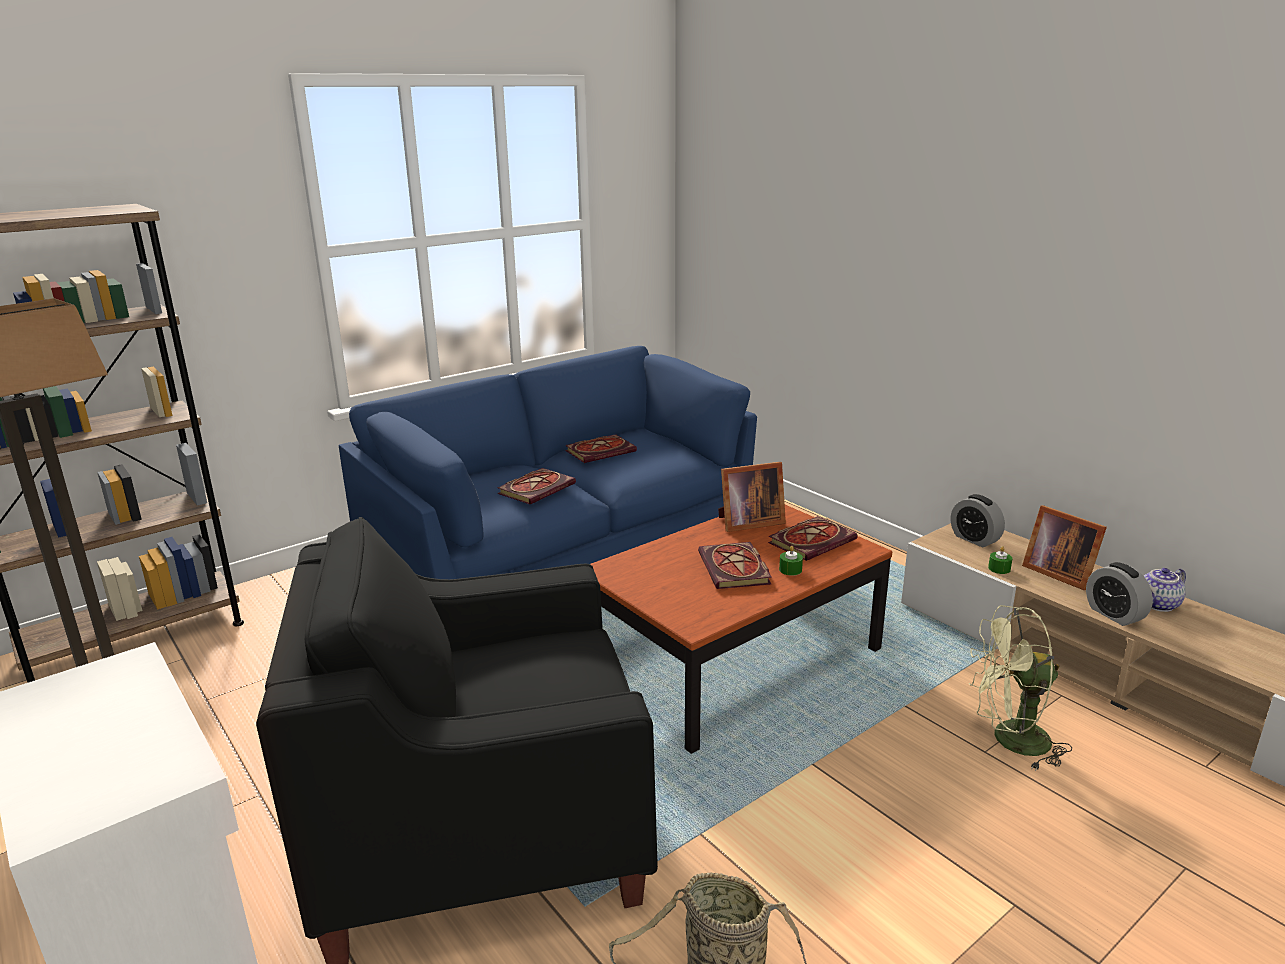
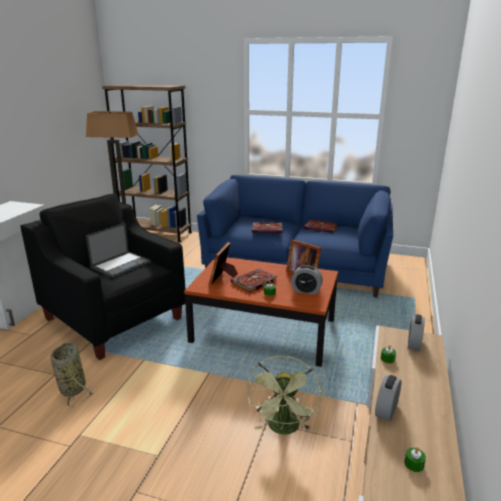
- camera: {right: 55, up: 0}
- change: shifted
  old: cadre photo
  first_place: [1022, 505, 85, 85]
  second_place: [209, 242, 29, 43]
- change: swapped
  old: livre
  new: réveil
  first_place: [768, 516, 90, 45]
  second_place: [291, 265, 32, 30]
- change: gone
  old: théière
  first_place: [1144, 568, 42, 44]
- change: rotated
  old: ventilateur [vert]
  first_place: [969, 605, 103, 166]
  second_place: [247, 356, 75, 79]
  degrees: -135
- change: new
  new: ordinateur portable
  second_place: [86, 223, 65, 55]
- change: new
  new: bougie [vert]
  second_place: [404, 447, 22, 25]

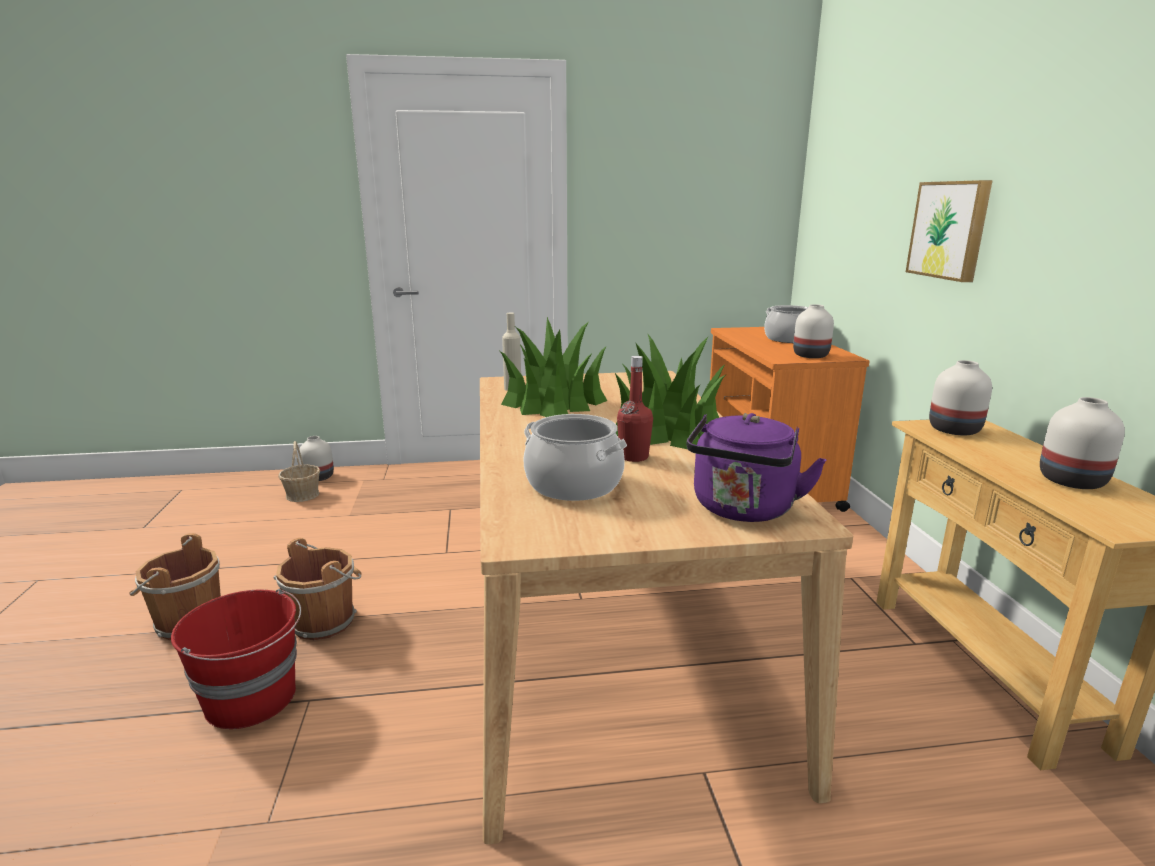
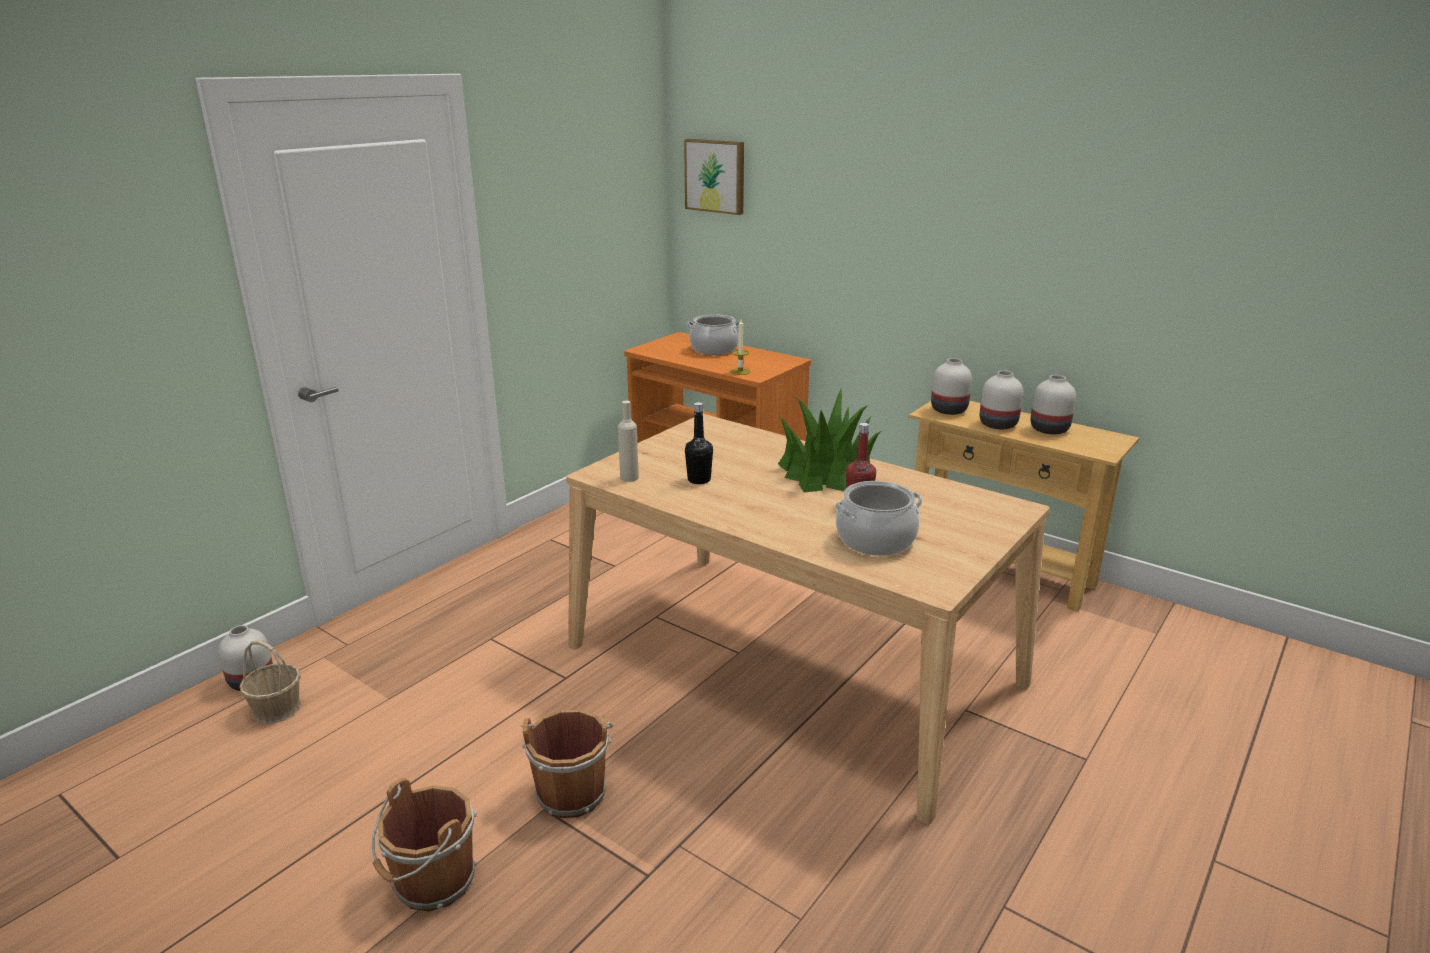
- camera: {right: -45, up: 5}
- change: shifted
  old: tableau
  first_place: [906, 180, 87, 102]
  second_place: [684, 139, 60, 76]
- change: shifted
  old: vase [blanc]
  first_place: [793, 304, 41, 54]
  second_place: [980, 371, 43, 58]
- change: swapped
  old: plante en pot
  new: bouteille [noir]
  first_place: [500, 317, 107, 100]
  second_place: [685, 402, 28, 82]
- change: gone
  old: bouilloire [violet]
  first_place: [686, 413, 141, 109]
- change: gone
  old: seau [rouge]
  first_place: [171, 589, 130, 140]
- change: new
  new: bougie
  second_place: [730, 320, 20, 55]

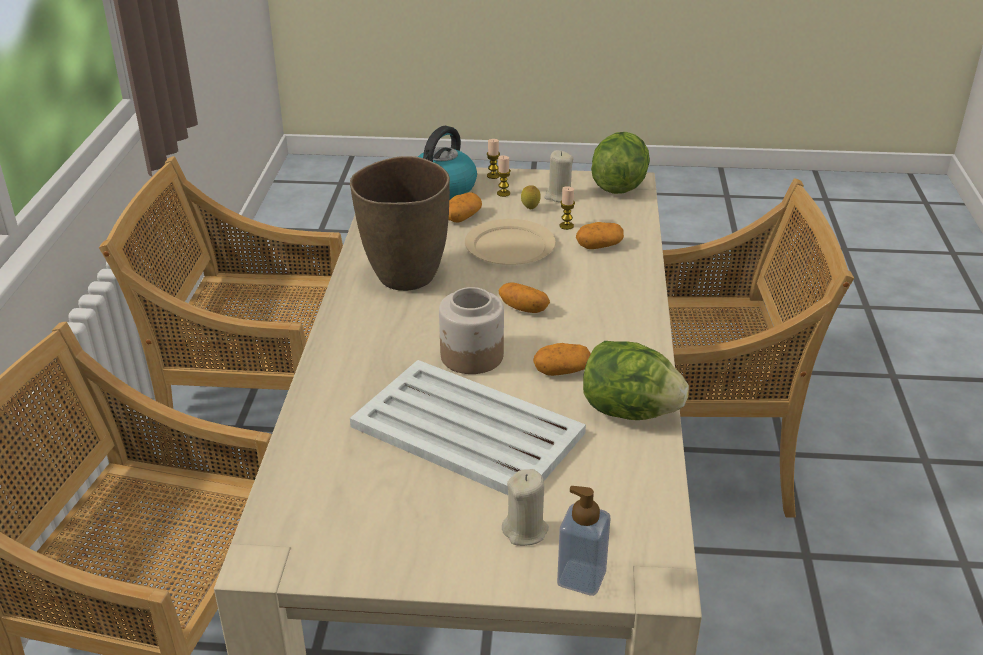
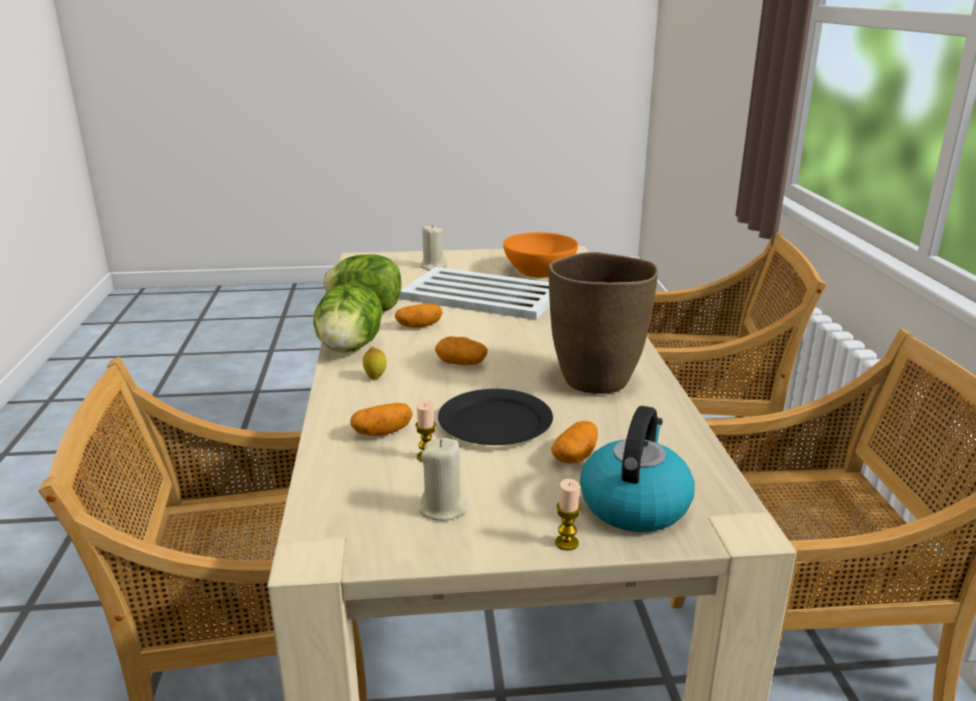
- camera: {right: 170, up: -10}
- change: shifted
  old: laitue
  first_place: [591, 132, 59, 62]
  second_place: [313, 283, 70, 70]
- change: gone
  old: bougie
  first_place: [497, 155, 14, 42]
- change: shifted
  old: citron
  first_place: [521, 185, 20, 24]
  second_place: [363, 347, 24, 33]
- change: repainted
  old: assiette [beige]
  new: assiette [noir]
  first_place: [465, 219, 91, 46]
  second_place: [438, 389, 115, 56]
- change: gone
  old: bocal
  first_place: [439, 287, 65, 87]
- change: gone
  old: distributeur de savon
  first_place: [557, 486, 54, 110]
- change: new
  new: bol [orange]
  second_place: [503, 232, 75, 46]

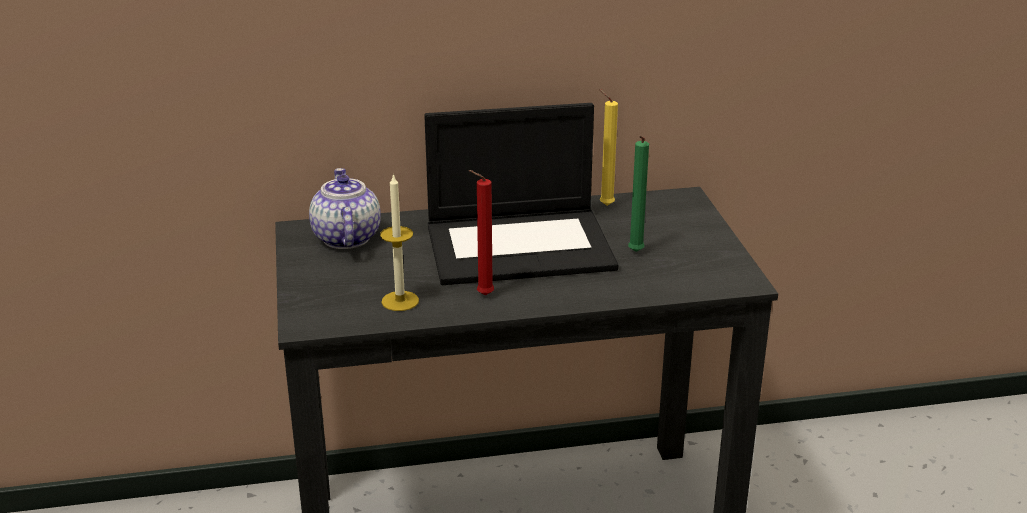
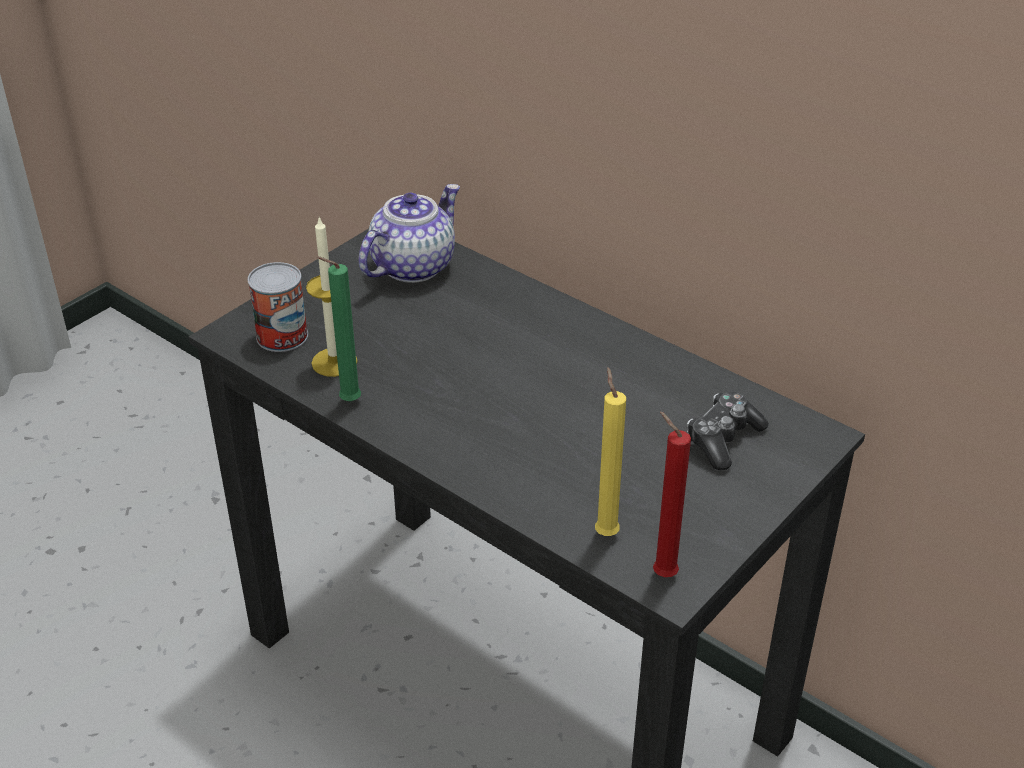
- camera: {right: 50, up: 10}
- change: shifted
  old: bougie [jaune]
  first_place: [599, 89, 19, 117]
  second_place: [595, 367, 31, 169]
- change: gone
  old: ordinateur portable
  first_place: [424, 103, 195, 182]
- change: shifted
  old: bougie [vert]
  first_place: [628, 136, 21, 116]
  second_place: [316, 256, 45, 145]
- change: shifted
  old: bougie [rouge]
  first_place: [469, 170, 25, 125]
  second_place: [653, 412, 38, 165]
- change: new
  new: boîte métallique
  second_place: [248, 262, 60, 90]
- change: new
  new: manette
  second_place: [687, 392, 82, 78]

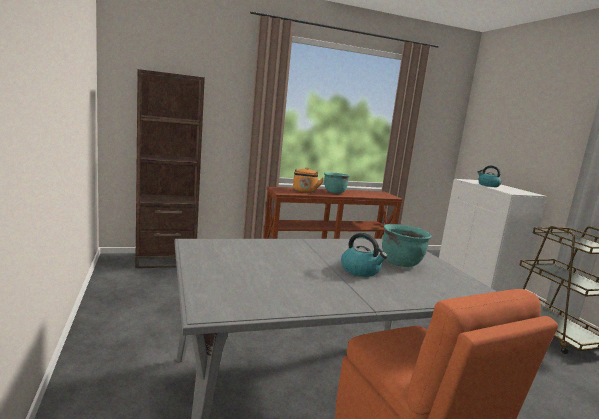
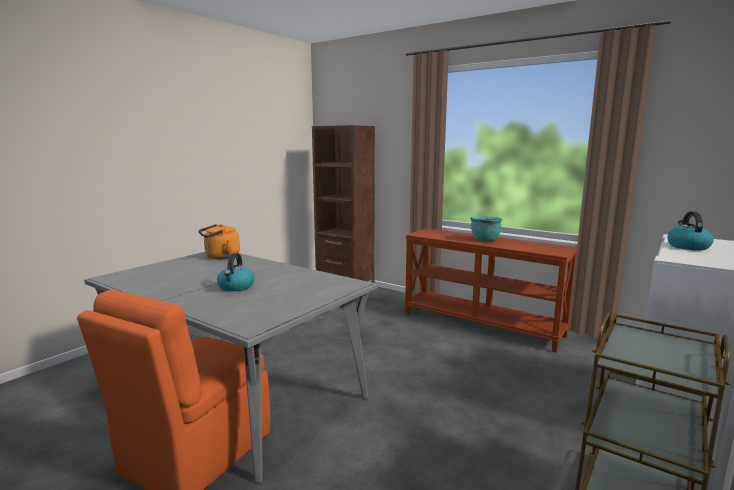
- camera: {right: 55, up: 0}
- change: shifted
  old: bouilloire [orange]
  first_place: [293, 167, 31, 26]
  second_place: [198, 224, 42, 35]
- change: gone
  old: marmite [turquoise]
  first_place: [382, 224, 50, 43]

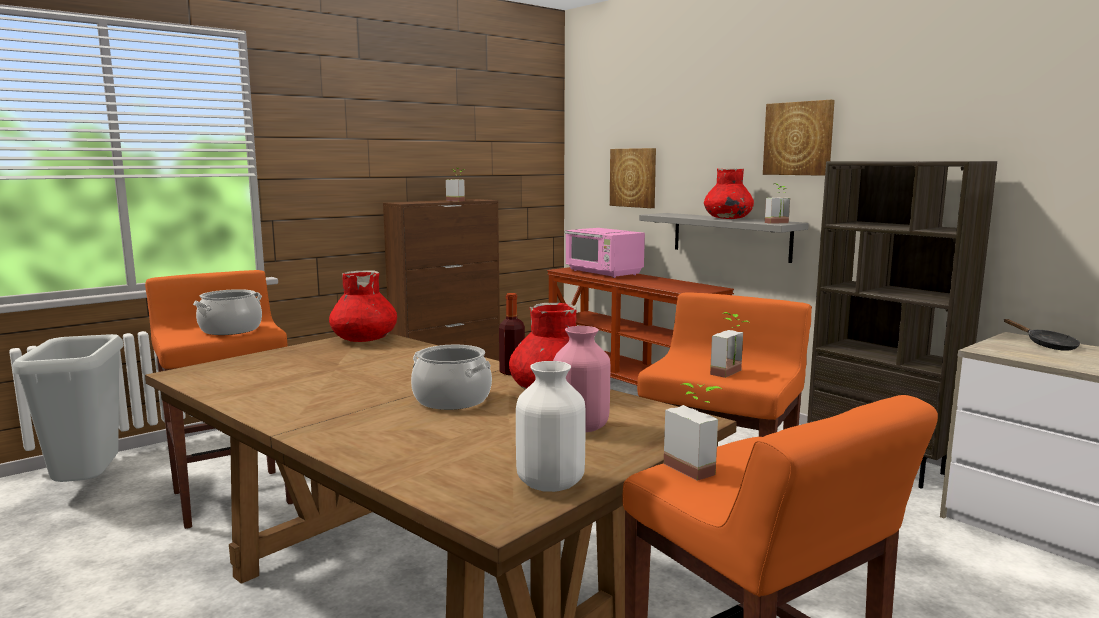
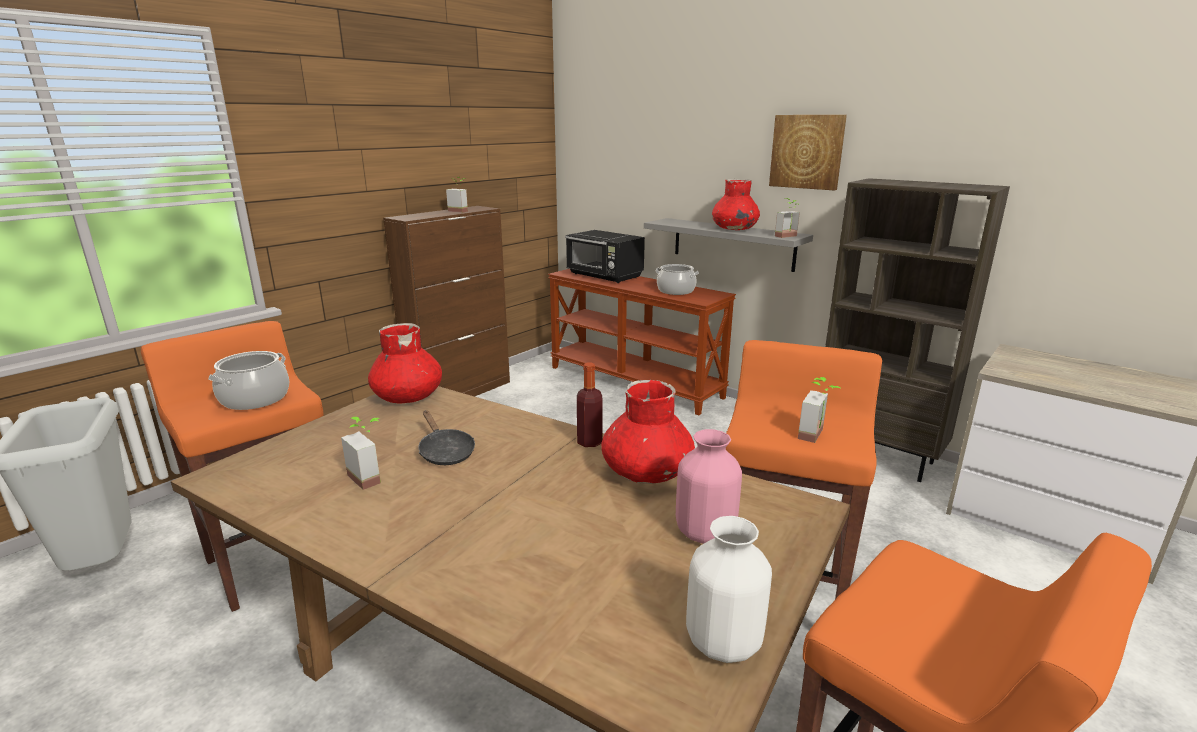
- camera: {right: -10, up: 10}
- change: gone
  old: tableau
  first_place: [610, 148, 46, 60]
- change: repainted
  old: micro-ondes [rose]
  new: micro-ondes [noir]
  first_place: [565, 228, 80, 50]
  second_place: [565, 230, 80, 53]
- change: shifted
  old: poêle [noir]
  first_place: [1004, 319, 76, 32]
  second_place: [419, 411, 56, 54]
- change: shifted
  old: marmite
  first_place: [411, 345, 81, 65]
  second_place: [655, 264, 44, 31]
- change: shifted
  old: plante en pot
  first_place: [664, 383, 58, 98]
  second_place: [341, 417, 40, 73]

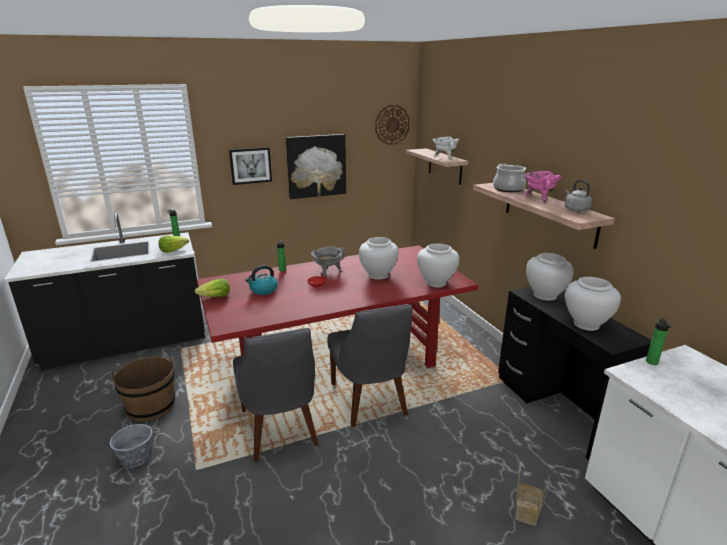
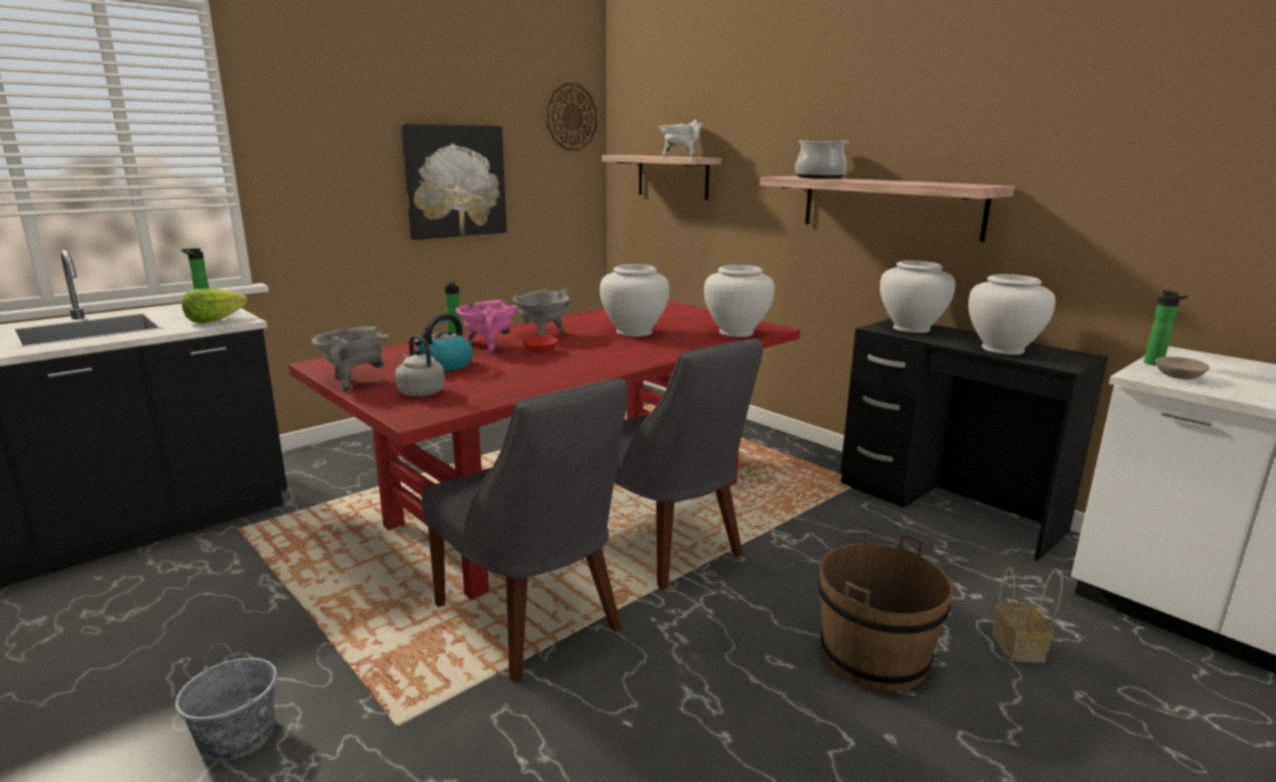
- camera: {right: -20, up: -5}
- change: gone
  old: tableau
  first_place: [229, 147, 43, 38]
- change: shifted
  old: marmite [rose]
  first_place: [524, 171, 38, 32]
  second_place: [456, 300, 62, 54]
- change: shifted
  old: bouilloire [gris]
  first_place: [565, 180, 27, 32]
  second_place: [395, 335, 50, 62]
- change: swapped
  old: laitue
  new: marmite [gris]
  first_place: [195, 278, 35, 19]
  second_place: [312, 326, 77, 66]
- change: shifted
  old: seau [marron]
  first_place: [110, 356, 65, 65]
  second_place: [818, 533, 136, 159]
- change: new
  new: bol [beige]
  second_place: [1155, 357, 55, 23]

